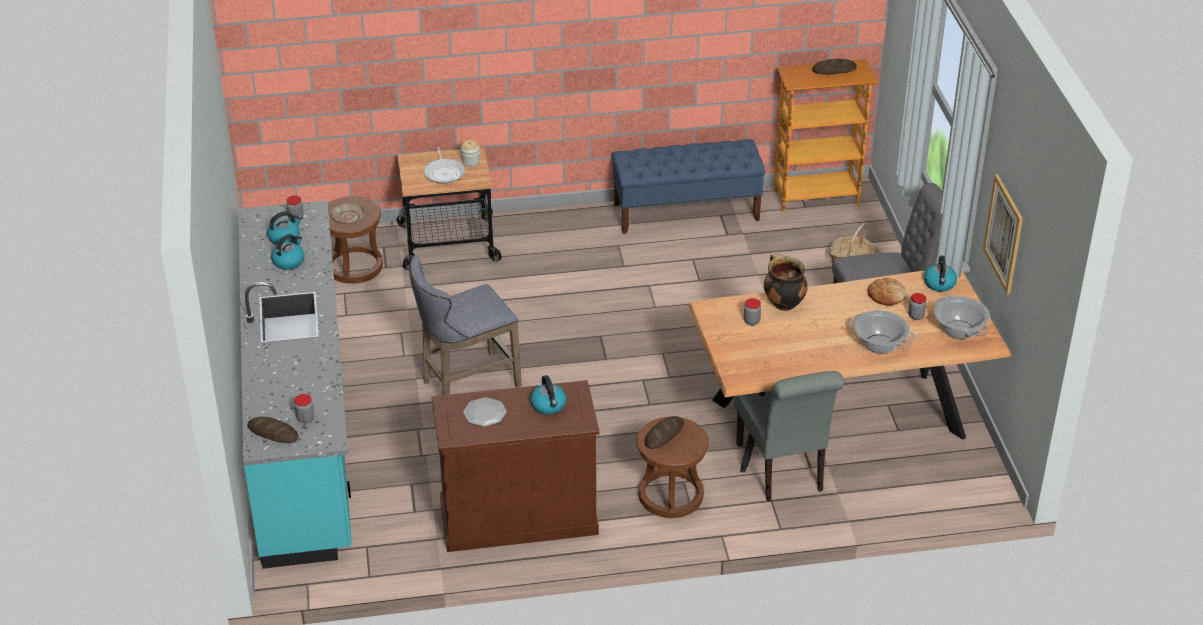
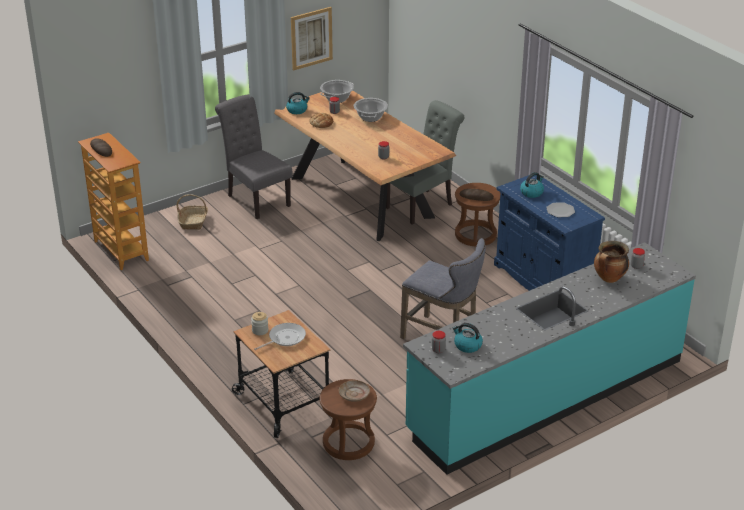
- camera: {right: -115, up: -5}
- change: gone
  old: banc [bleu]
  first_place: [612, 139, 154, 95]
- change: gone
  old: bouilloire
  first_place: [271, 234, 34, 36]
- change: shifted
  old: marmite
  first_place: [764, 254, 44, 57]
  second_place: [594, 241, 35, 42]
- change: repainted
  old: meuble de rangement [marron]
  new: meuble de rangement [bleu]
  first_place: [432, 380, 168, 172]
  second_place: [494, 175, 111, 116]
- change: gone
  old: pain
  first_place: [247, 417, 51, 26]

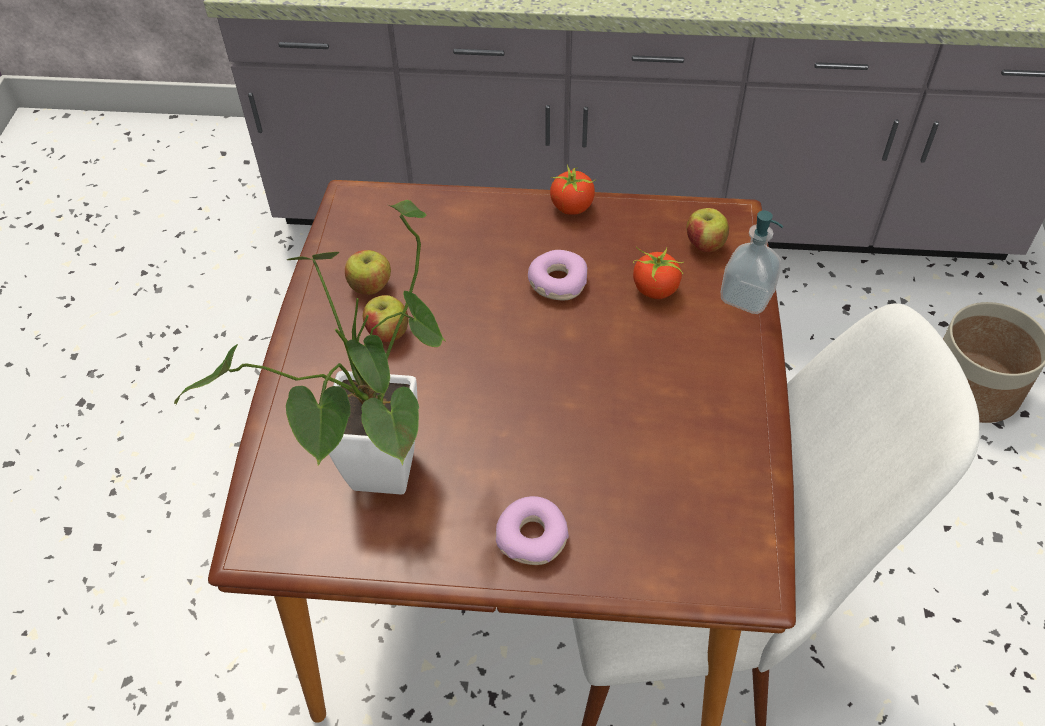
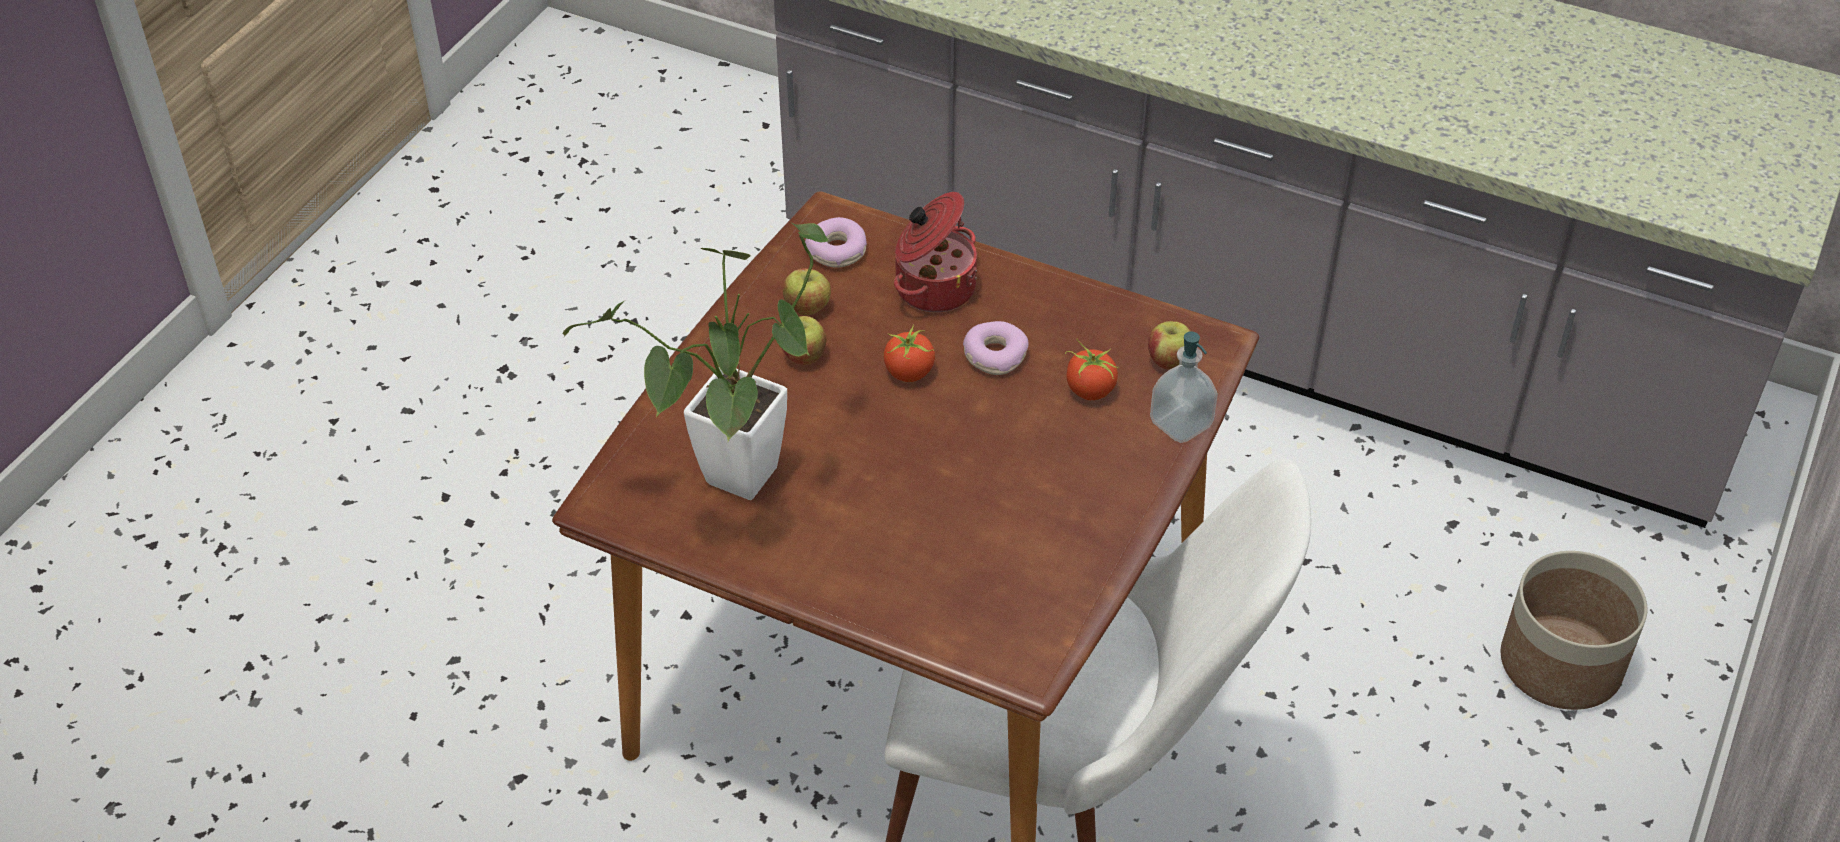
- camera: {right: 20, up: -5}
- change: shifted
  old: tomate
  first_place: [550, 164, 45, 50]
  second_place: [883, 324, 52, 58]
- change: shifted
  old: beignet
  first_place: [496, 496, 73, 69]
  second_place: [805, 217, 62, 51]
- change: new
  new: marmite
  second_place: [894, 192, 83, 120]

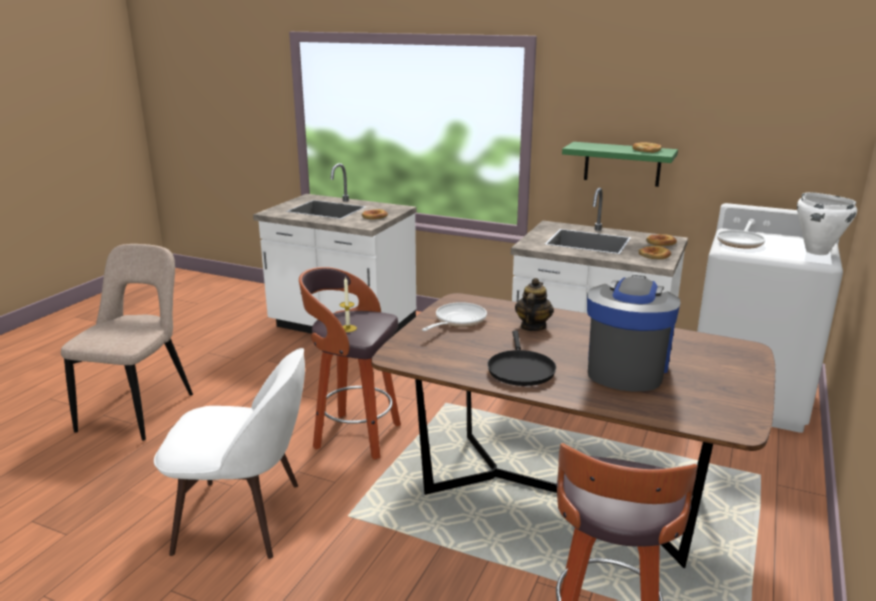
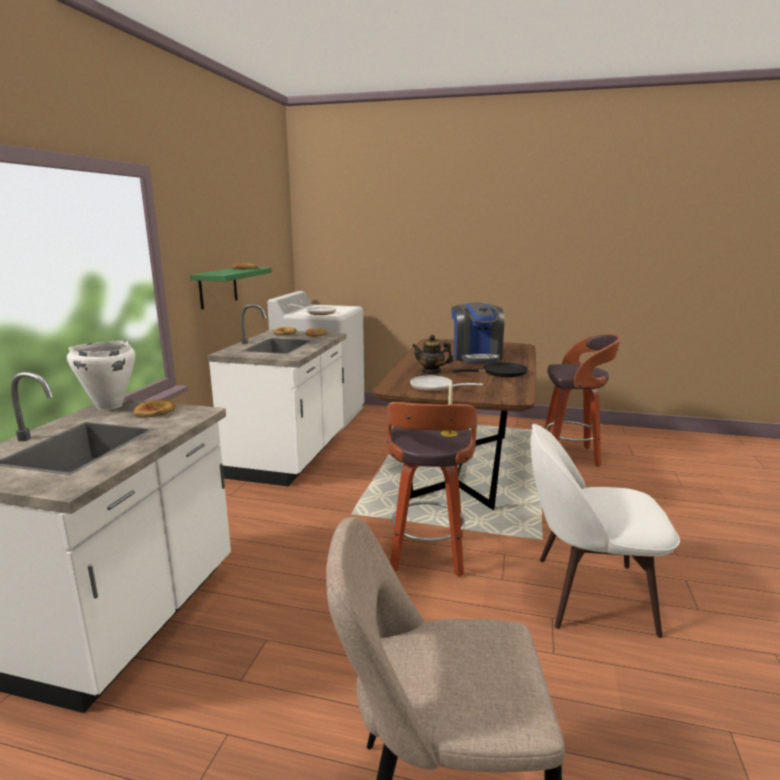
- camera: {right: -100, up: -5}
- change: shifted
  old: marmite [blanc]
  first_place: [797, 192, 60, 63]
  second_place: [67, 341, 68, 69]
- change: rotated
  old: machine à café
  first_place: [587, 275, 93, 117]
  second_place: [451, 302, 54, 61]
  degrees: -105
- change: rotated
  old: chaise [blanc]
  first_place: [154, 348, 151, 211]
  second_place: [530, 424, 150, 214]
  degrees: -75

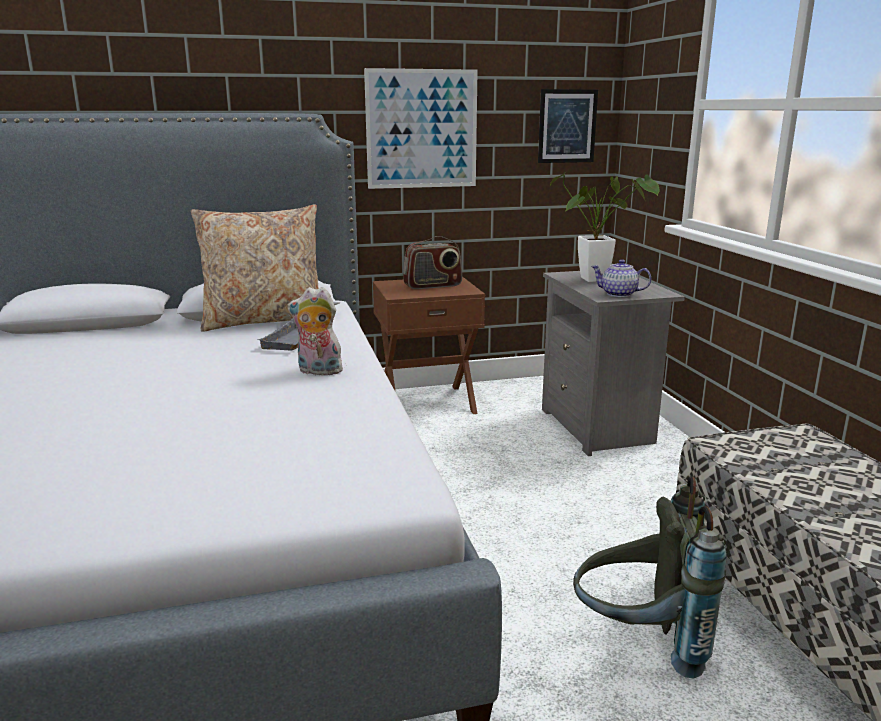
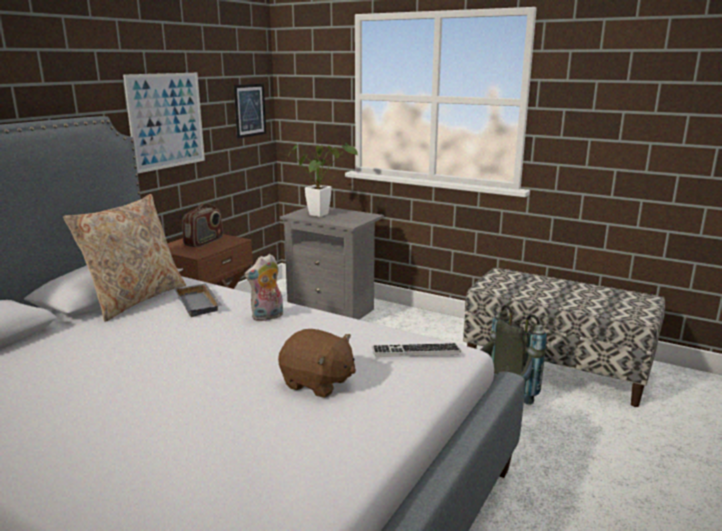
- camera: {right: -45, up: 0}
- change: gone
  old: théière
  first_place: [591, 259, 61, 38]
- change: new
  new: peluche [marron]
  second_place: [278, 329, 78, 69]
- change: new
  new: clavier
  second_place: [372, 343, 89, 14]

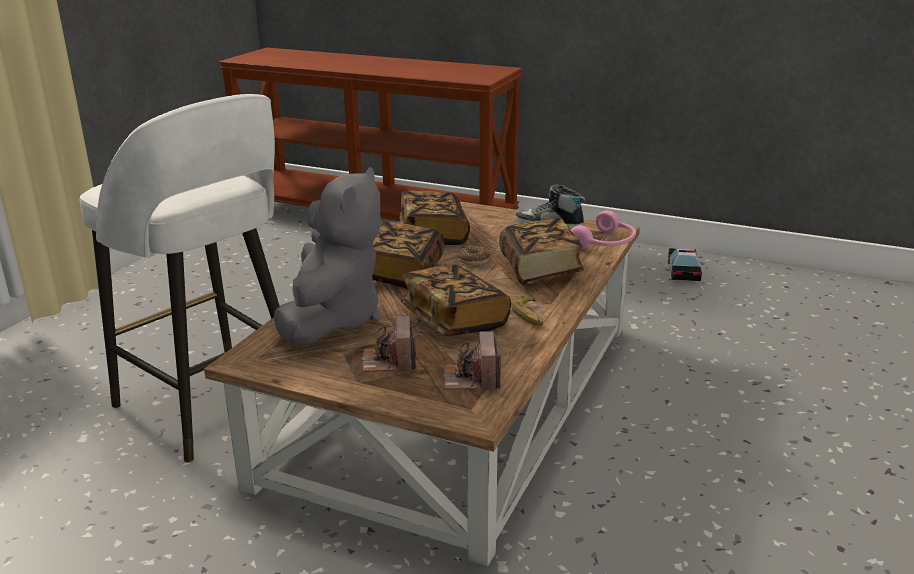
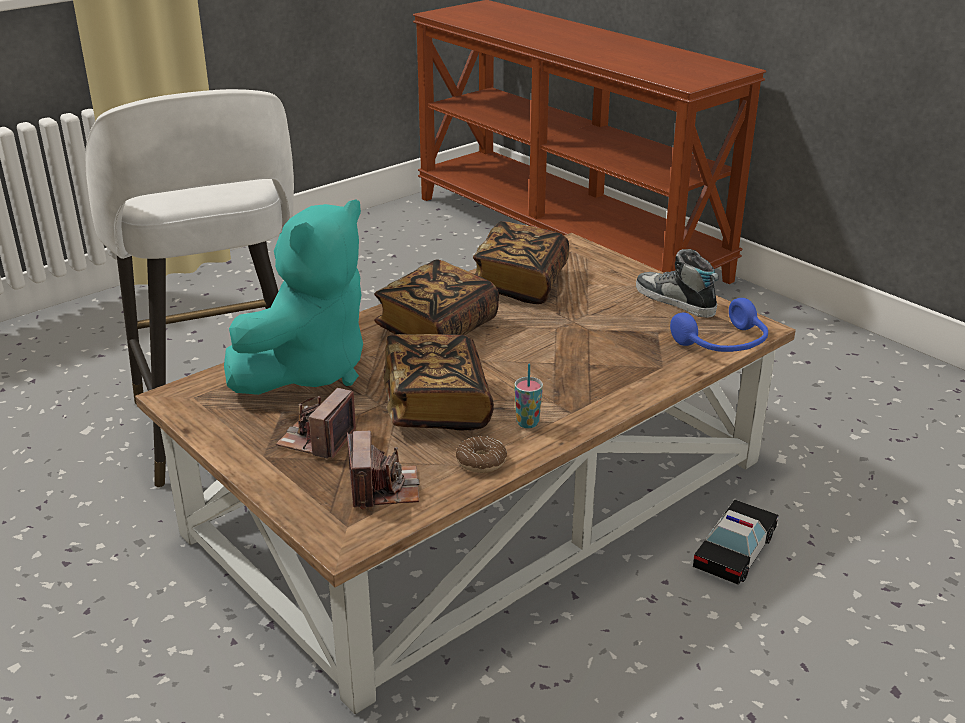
- camera: {right: 25, up: 5}
- change: repainted
  old: peluche [gris]
  new: peluche [turquoise]
  first_place: [274, 167, 107, 178]
  second_place: [224, 199, 139, 196]
- change: repainted
  old: casque audio [rose]
  new: casque audio [bleu]
  first_place: [571, 210, 65, 40]
  second_place: [670, 298, 98, 54]
- change: gone
  old: livre
  first_place: [499, 218, 85, 66]
- change: shifted
  old: beignet
  first_place: [458, 246, 32, 19]
  second_place: [456, 436, 51, 37]
- change: shifted
  old: petite voiture
  first_place: [668, 248, 34, 33]
  second_place: [693, 500, 85, 85]
- change: swapped
  old: banane
  new: tasse
  first_place: [511, 296, 32, 30]
  second_place: [514, 364, 29, 64]
- change: rotated
  old: appareil photo
  first_place: [443, 331, 58, 59]
  second_place: [347, 431, 73, 79]
  degrees: 150

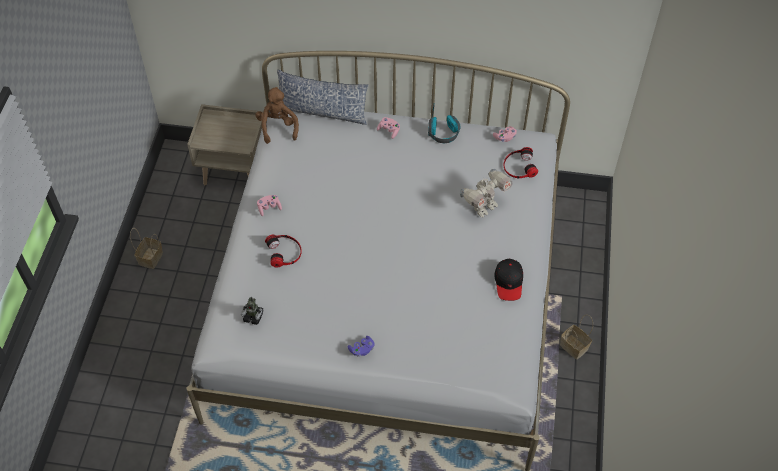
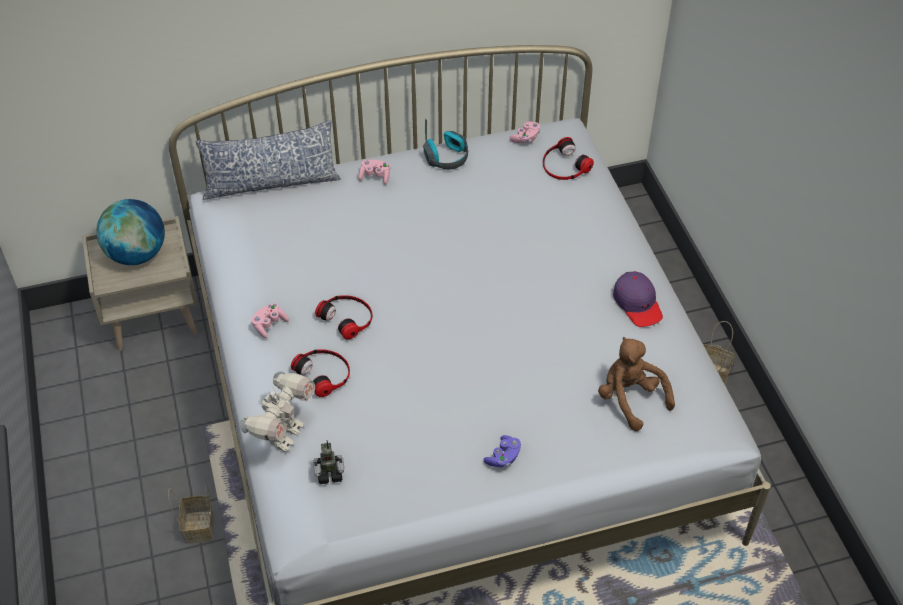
- camera: {right: -25, up: -5}
- change: shifted
  old: peluche [marron]
  first_place: [255, 87, 44, 57]
  second_place: [598, 337, 77, 94]
- change: shifted
  old: robot jouet
  first_place: [460, 169, 53, 49]
  second_place: [239, 371, 76, 81]
- change: shifted
  old: panier
  first_place: [130, 228, 33, 41]
  second_place: [168, 485, 46, 58]
- change: repainted
  old: casquette [noir]
  new: casquette [violet]
  first_place: [495, 259, 28, 42]
  second_place: [613, 271, 50, 56]
- change: new
  new: globe
  second_place: [96, 199, 69, 66]
- change: new
  new: casque audio
  second_place: [315, 295, 57, 45]

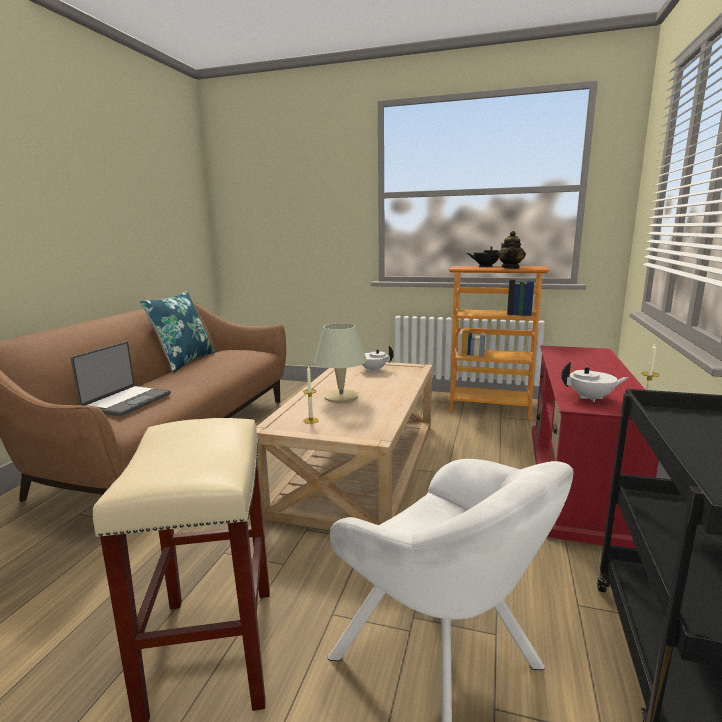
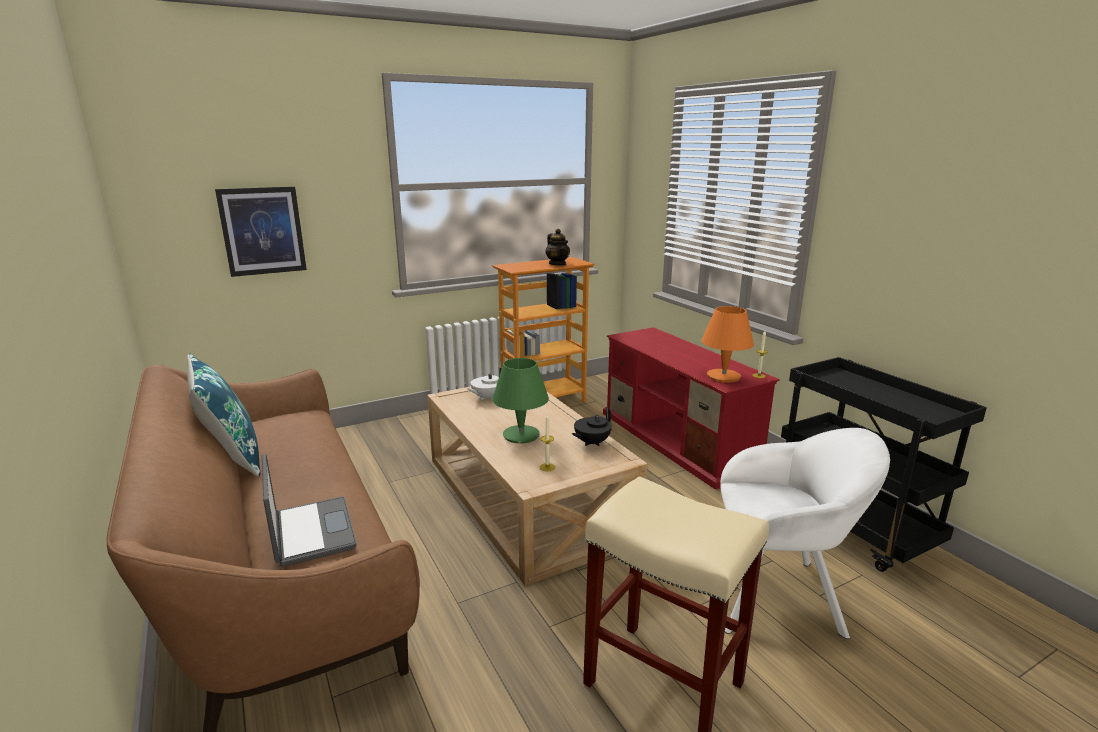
- camera: {right: -45, up: 5}
- change: shifted
  old: théière [noir]
  first_place: [467, 243, 37, 24]
  second_place: [572, 407, 40, 39]
- change: repainted
  old: lampe de table [beige]
  new: lampe de table [vert]
  first_place: [314, 323, 53, 80]
  second_place: [492, 358, 57, 86]
- change: swapped
  old: théière [blanc]
  new: lampe de table [orange]
  first_place: [561, 362, 68, 40]
  second_place: [701, 306, 53, 77]
- change: new
  new: tableau
  second_place: [215, 186, 92, 91]

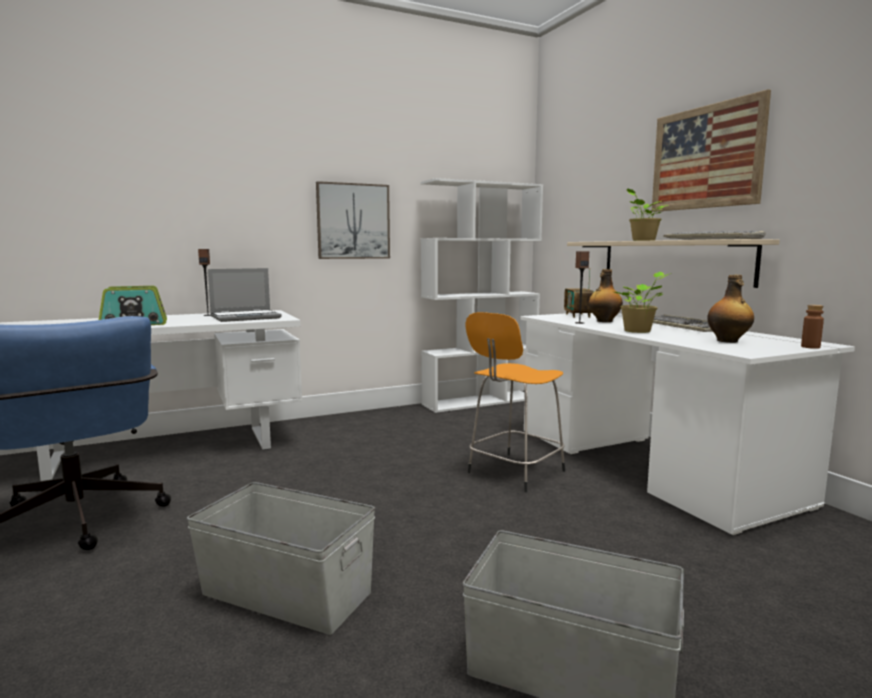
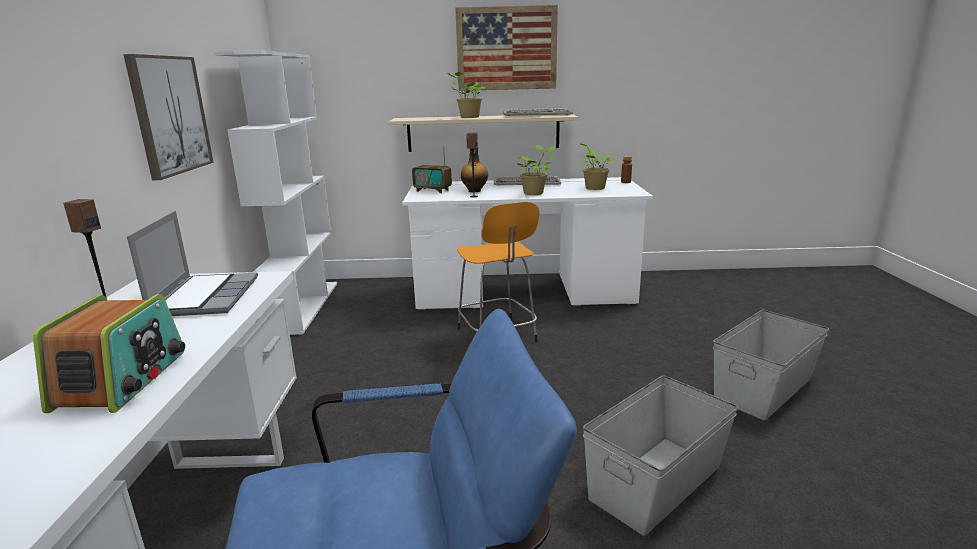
- camera: {right: -65, up: 10}
- change: swapped
  old: bouteille
  new: plante en pot
  first_place: [707, 275, 47, 68]
  second_place: [580, 141, 36, 49]

